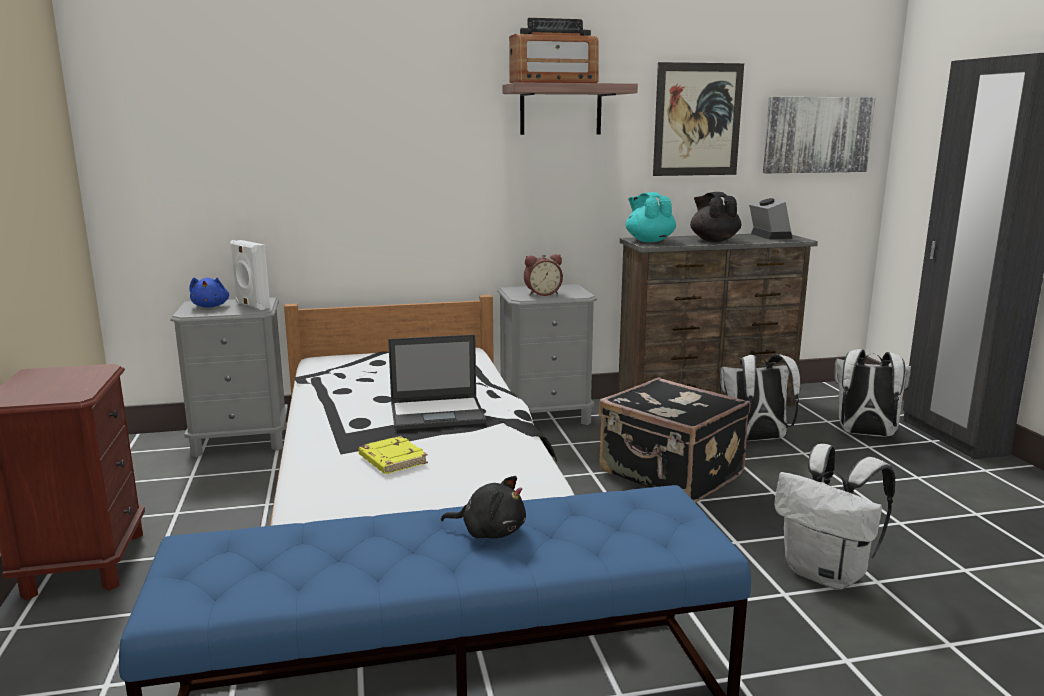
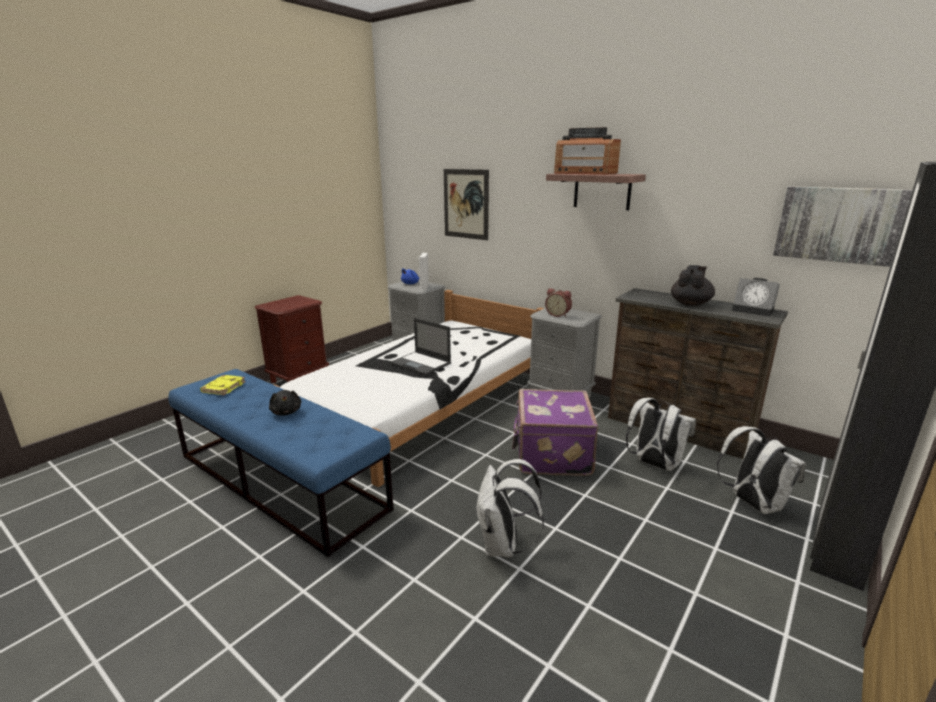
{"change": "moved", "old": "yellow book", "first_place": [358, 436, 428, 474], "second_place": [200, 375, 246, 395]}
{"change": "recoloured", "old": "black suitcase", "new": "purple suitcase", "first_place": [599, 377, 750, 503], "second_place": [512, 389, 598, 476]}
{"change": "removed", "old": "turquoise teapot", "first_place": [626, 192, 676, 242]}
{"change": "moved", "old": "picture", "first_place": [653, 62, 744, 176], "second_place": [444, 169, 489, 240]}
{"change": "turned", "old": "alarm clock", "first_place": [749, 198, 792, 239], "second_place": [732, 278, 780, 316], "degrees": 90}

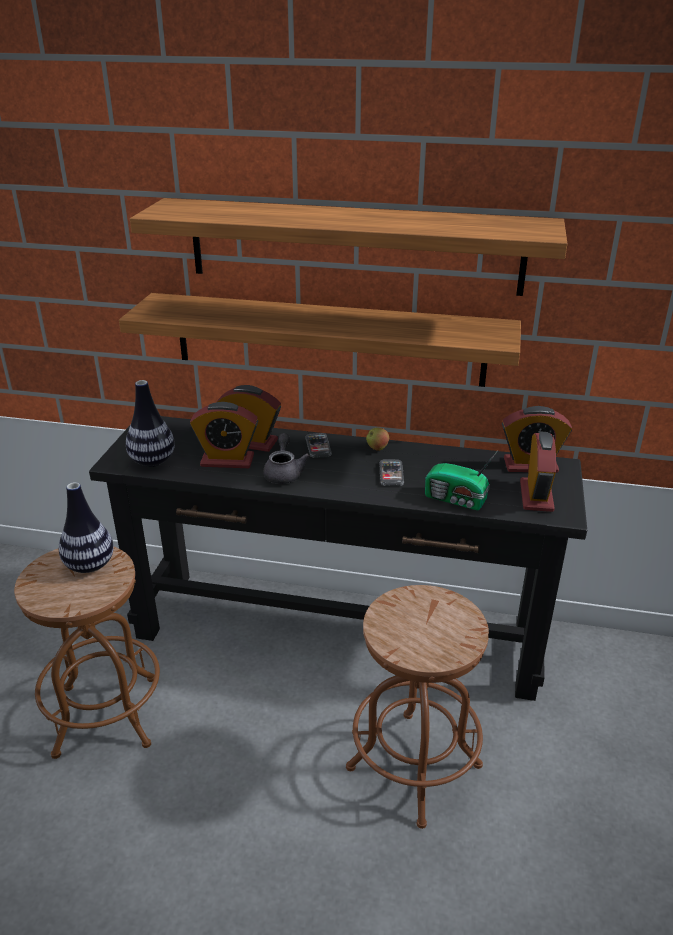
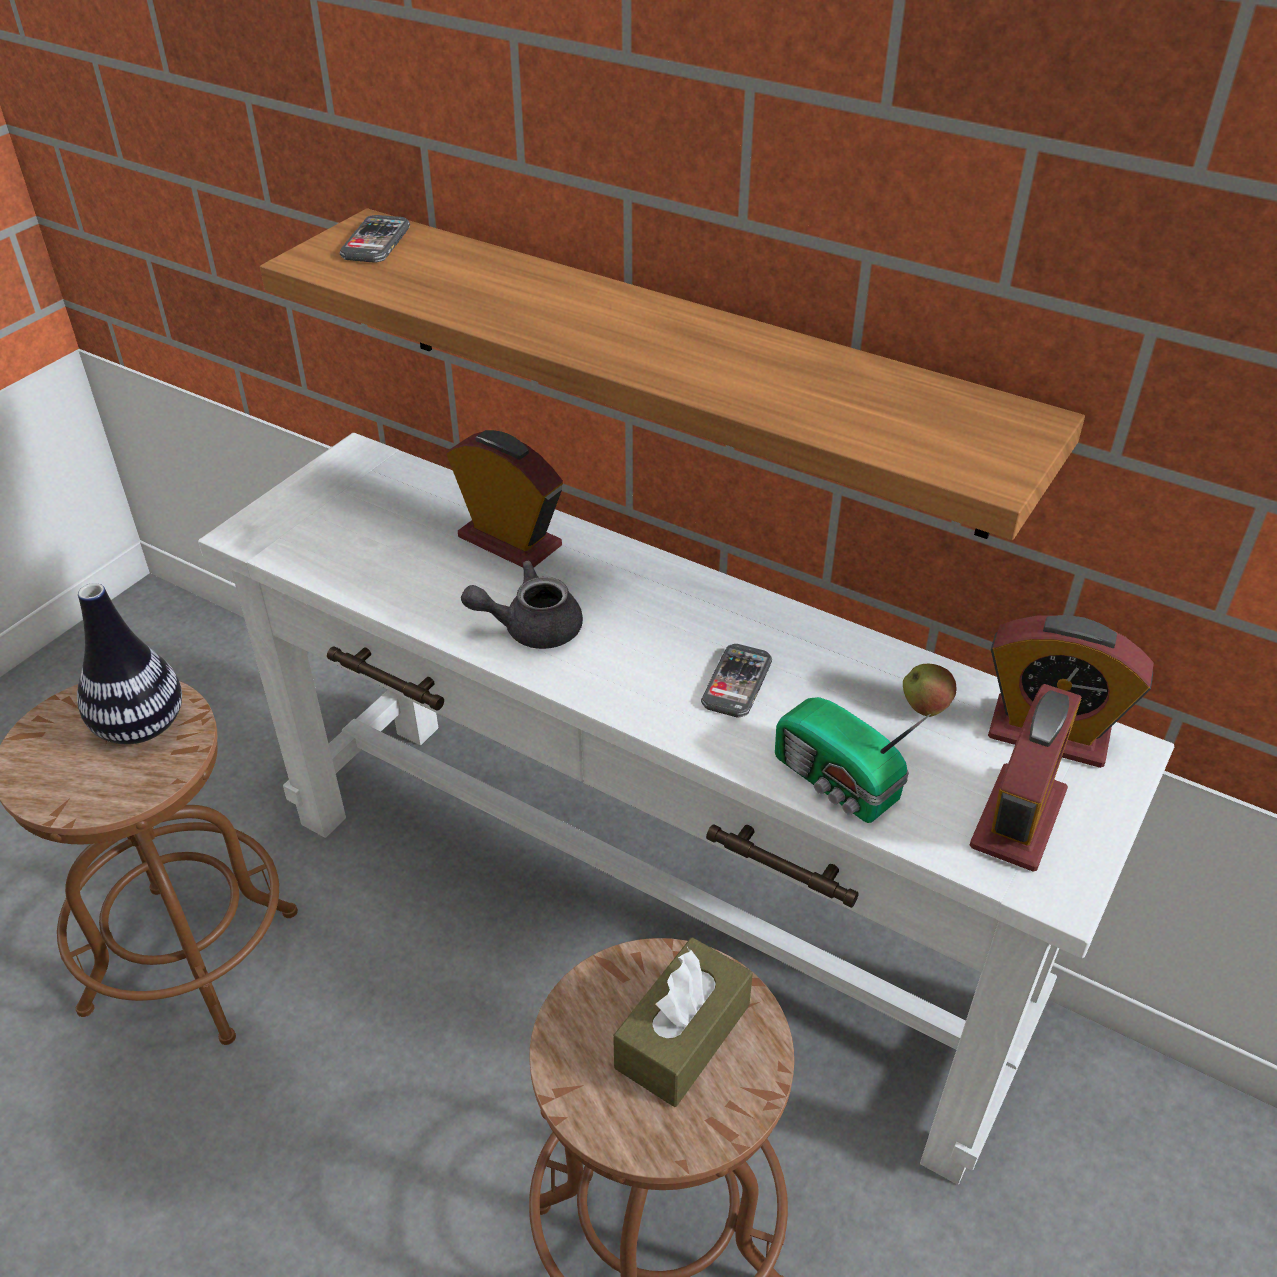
{"change": "recoloured", "old": "black console table", "new": "white console table", "first_place": [89, 416, 588, 701], "second_place": [198, 433, 1174, 1185]}
{"change": "removed", "old": "vase", "first_place": [126, 380, 175, 467]}
{"change": "removed", "old": "shelf", "first_place": [130, 198, 567, 296]}
{"change": "removed", "old": "alarm clock", "first_place": [190, 402, 258, 468]}
{"change": "turned", "old": "grey teapot", "first_place": [263, 433, 310, 484], "second_place": [461, 560, 583, 649], "degrees": -120}
{"change": "moved", "old": "phone", "first_place": [305, 433, 332, 458], "second_place": [340, 215, 410, 263]}
{"change": "moved", "old": "apple", "first_place": [366, 428, 389, 451], "second_place": [903, 664, 957, 717]}
{"change": "added", "new": "brown tissue box", "second_place": [613, 937, 753, 1107]}

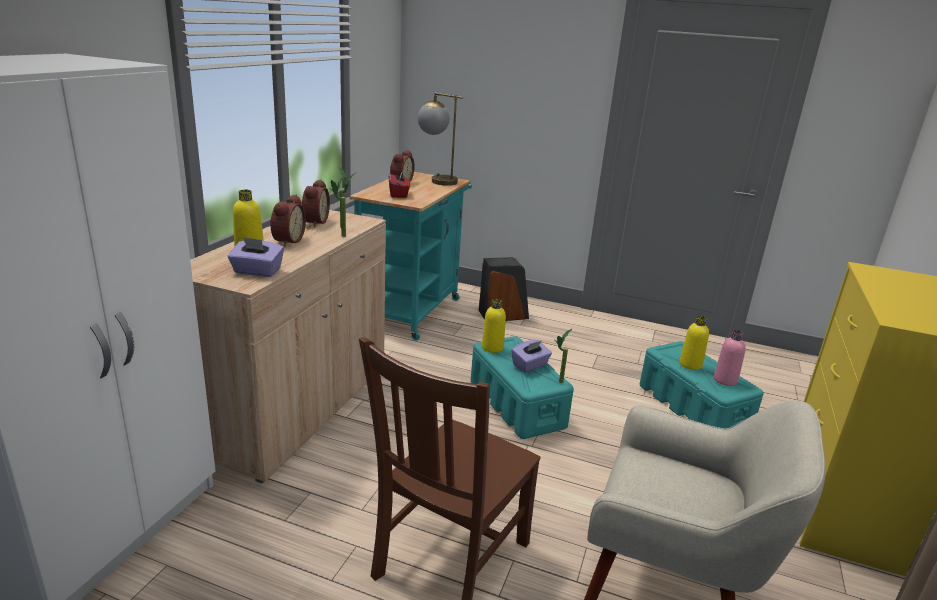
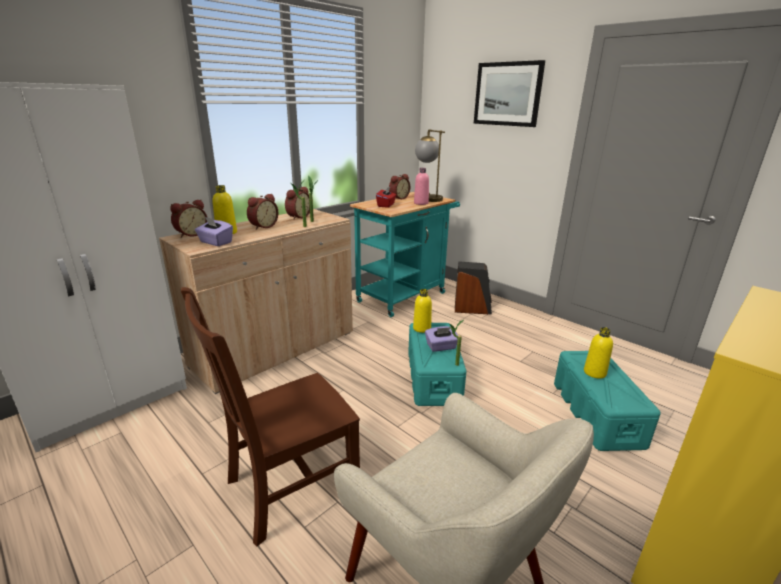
{"change": "moved", "old": "pink bottle", "first_place": [714, 330, 746, 386], "second_place": [414, 168, 429, 205]}
{"change": "added", "new": "alarm clock", "second_place": [170, 200, 207, 238]}
{"change": "added", "new": "picture", "second_place": [474, 60, 545, 127]}

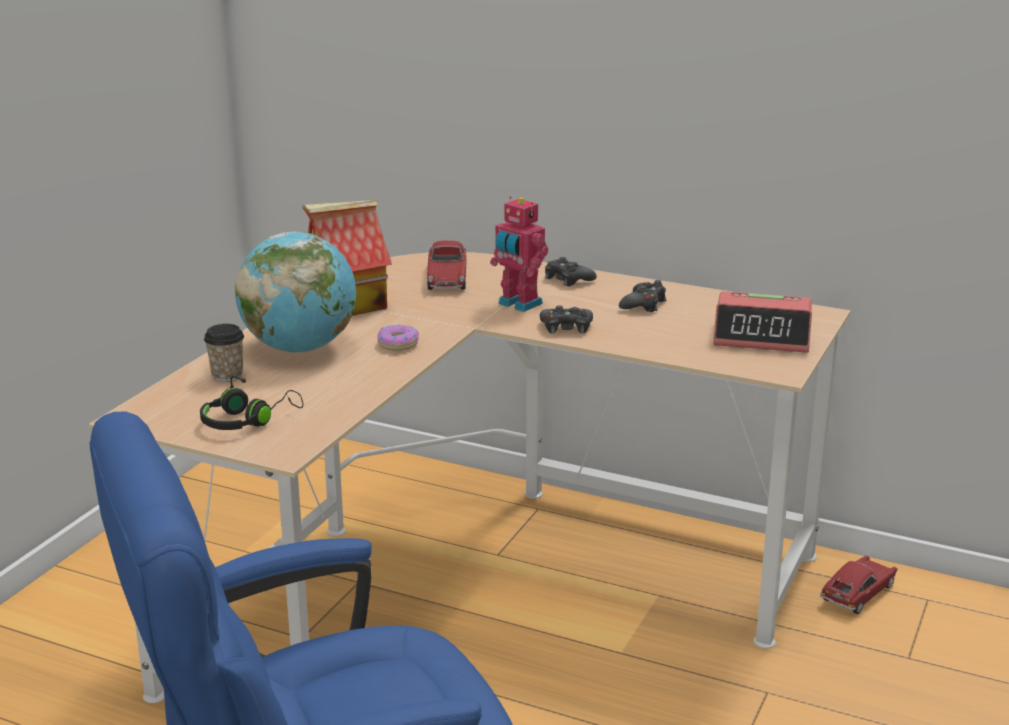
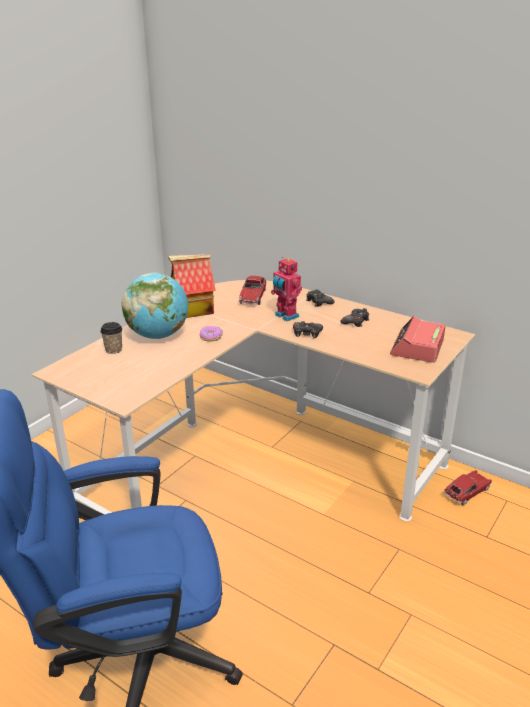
{"change": "removed", "old": "black headphones", "first_place": [200, 376, 303, 430]}
{"change": "turned", "old": "alarm clock", "first_place": [713, 291, 812, 353], "second_place": [390, 316, 445, 363], "degrees": 90}

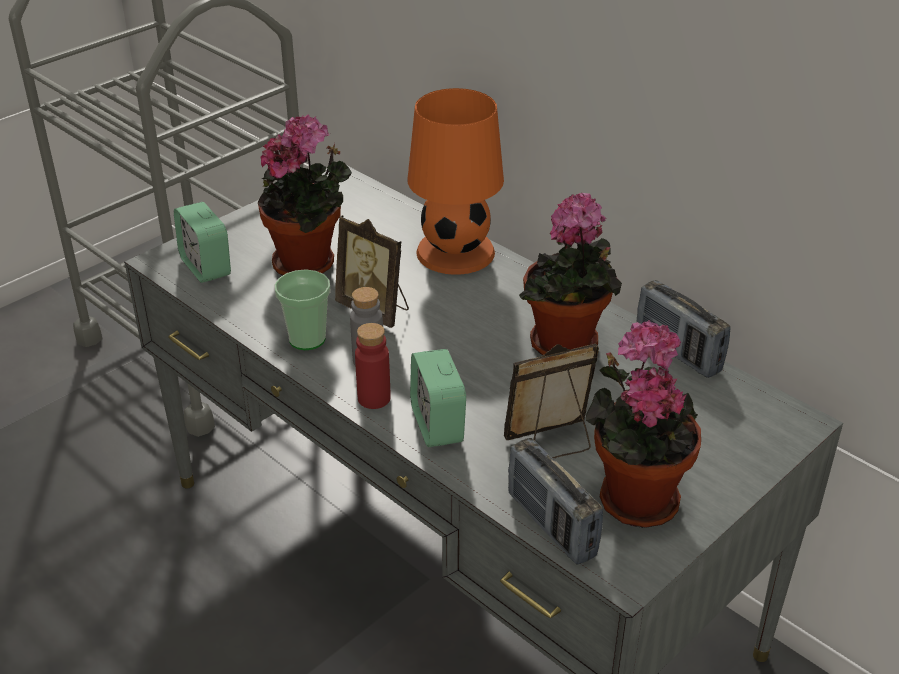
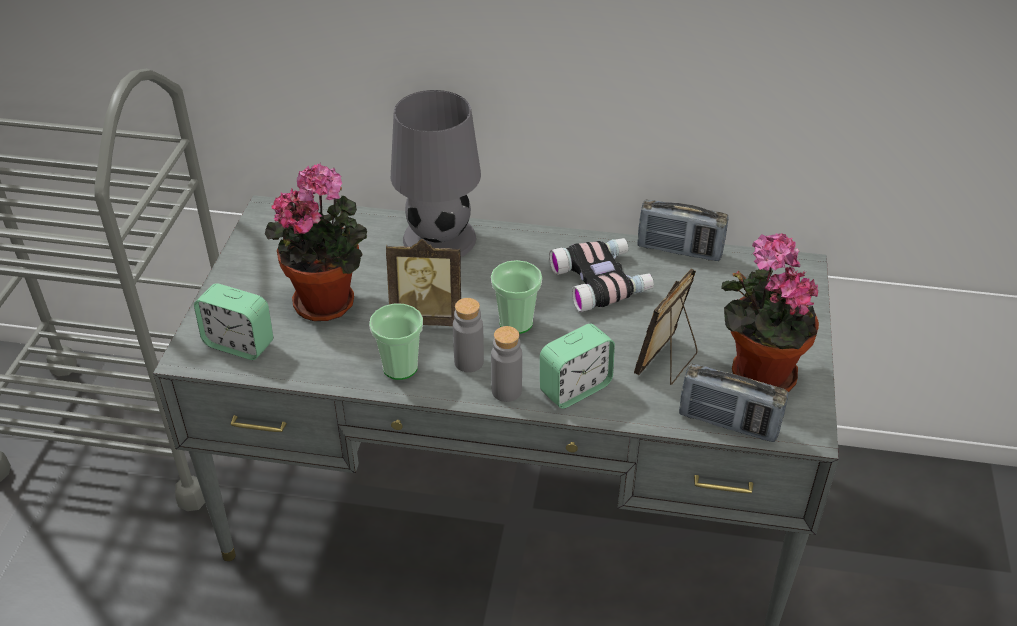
{"change": "recoloured", "old": "red bottle", "new": "grey bottle", "first_place": [355, 323, 391, 409], "second_place": [491, 326, 522, 402]}
{"change": "recoloured", "old": "orange table lamp", "new": "grey table lamp", "first_place": [408, 88, 504, 275], "second_place": [391, 90, 481, 257]}
{"change": "turned", "old": "alarm clock", "first_place": [410, 349, 466, 447], "second_place": [540, 324, 615, 409], "degrees": -75}
{"change": "replaced", "old": "potted plant", "new": "binoculars", "first_place": [519, 193, 622, 355], "second_place": [549, 238, 654, 312]}
{"change": "added", "new": "cup", "second_place": [491, 260, 542, 334]}

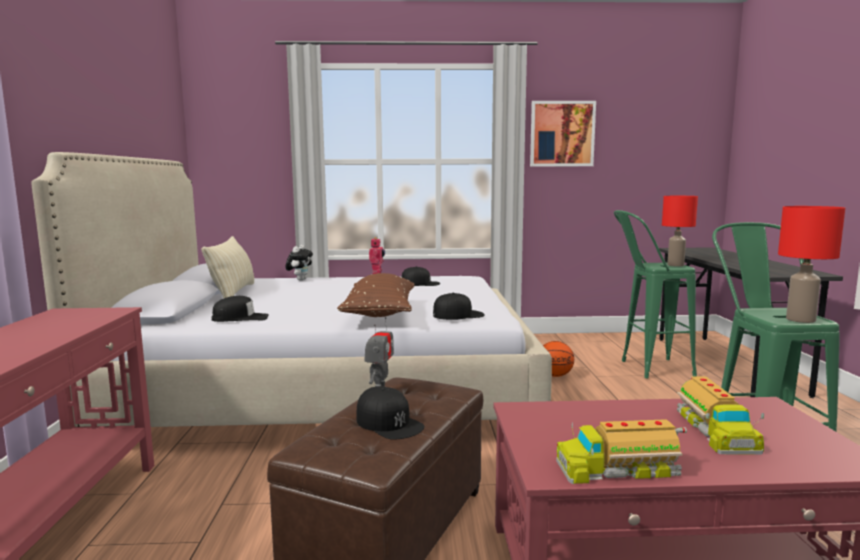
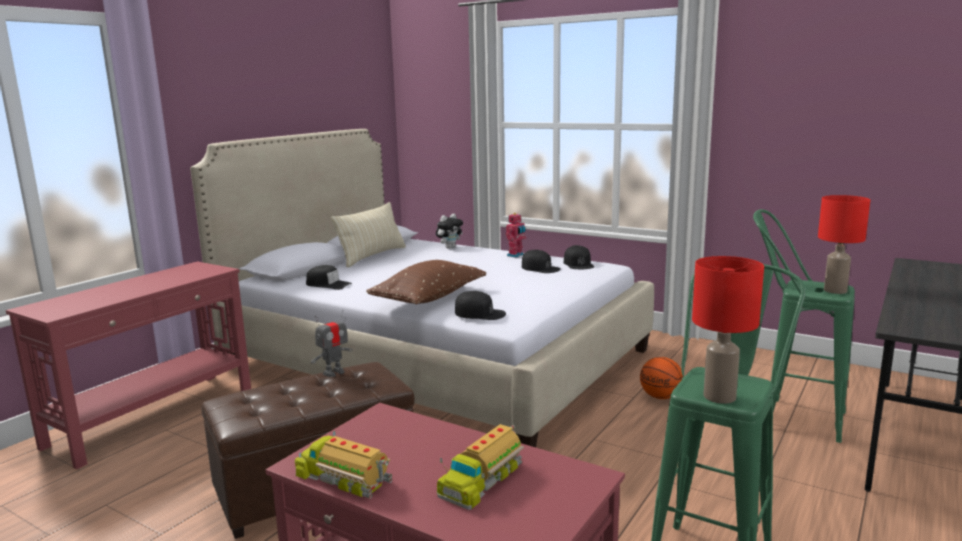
{"change": "moved", "old": "black cap", "first_place": [356, 387, 425, 440], "second_place": [564, 245, 594, 269]}
{"change": "removed", "old": "picture", "first_place": [530, 101, 596, 167]}

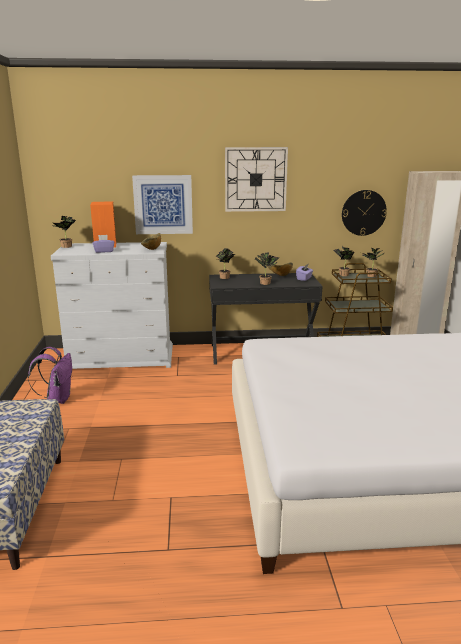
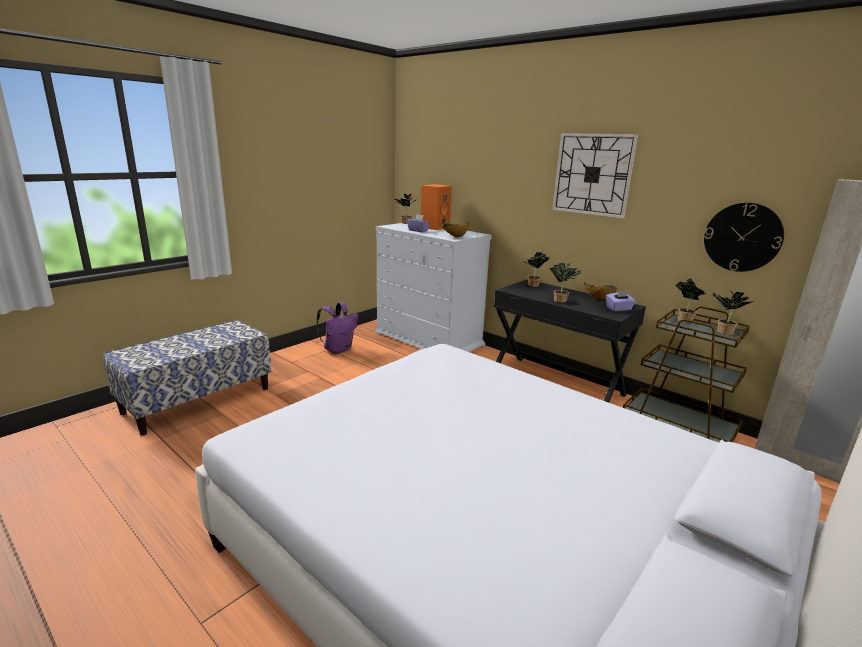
{"change": "removed", "old": "picture", "first_place": [132, 175, 193, 234]}

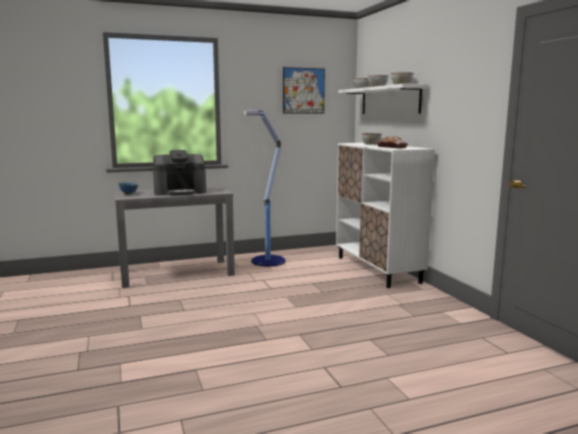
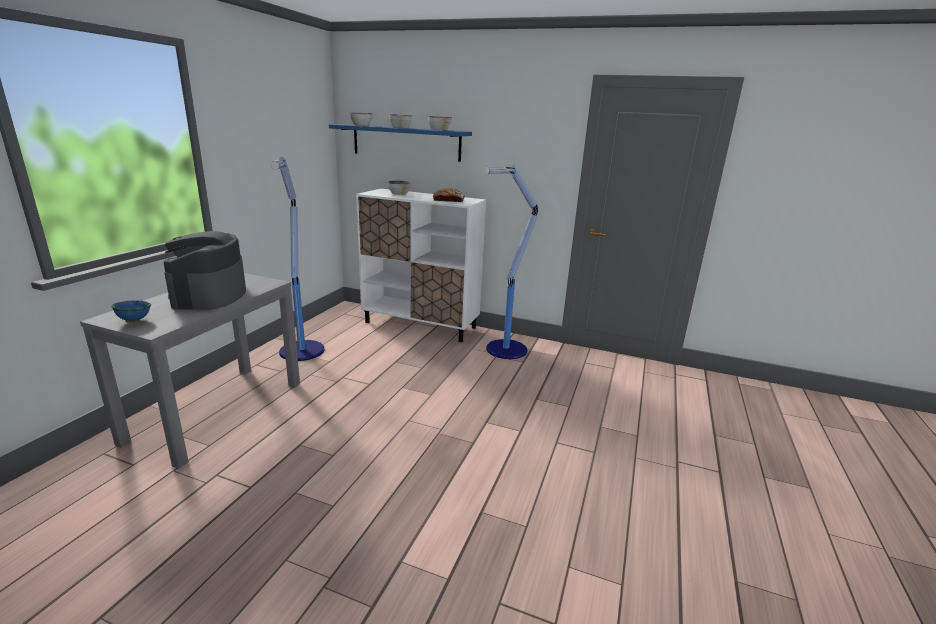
{"change": "turned", "old": "coffee machine", "first_place": [153, 150, 206, 196], "second_place": [164, 231, 246, 310], "degrees": 150}
{"change": "removed", "old": "picture", "first_place": [283, 67, 325, 113]}
{"change": "recoloured", "old": "white shelf", "new": "blue shelf", "first_place": [339, 84, 428, 114], "second_place": [329, 124, 472, 162]}
{"change": "added", "new": "floor lamp", "second_place": [486, 165, 538, 359]}

